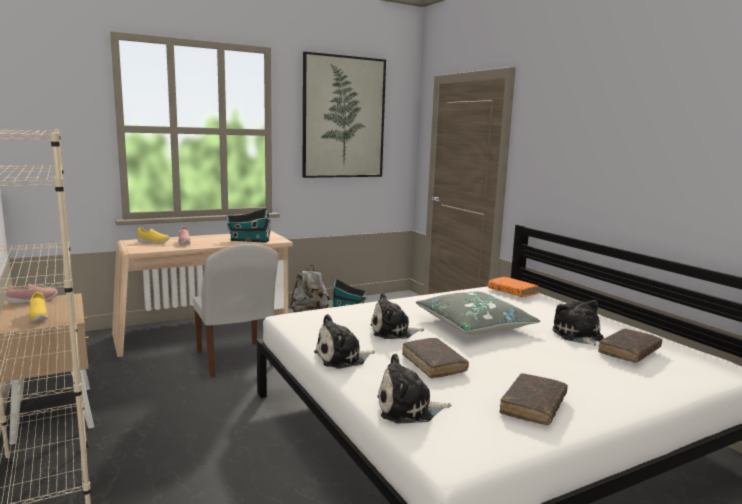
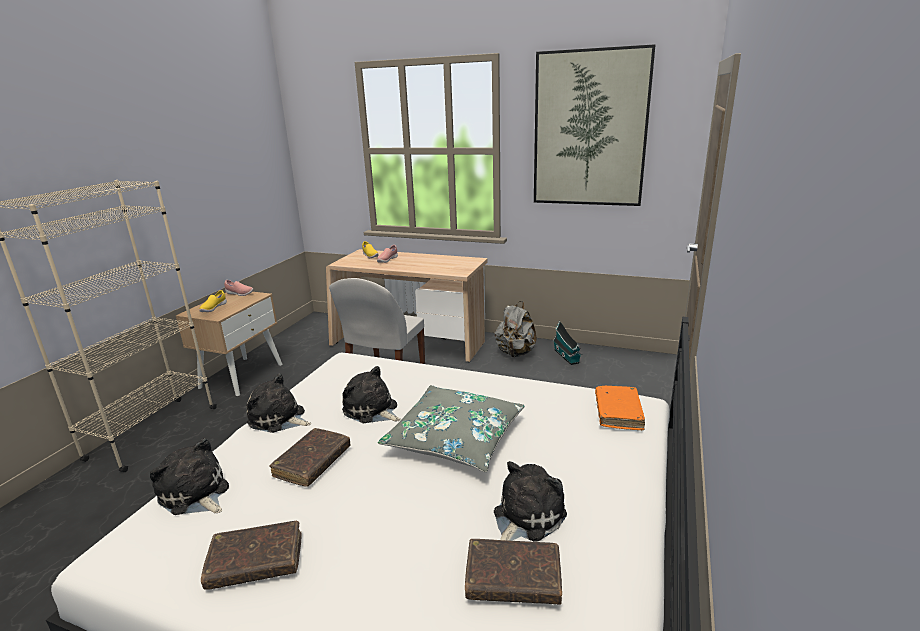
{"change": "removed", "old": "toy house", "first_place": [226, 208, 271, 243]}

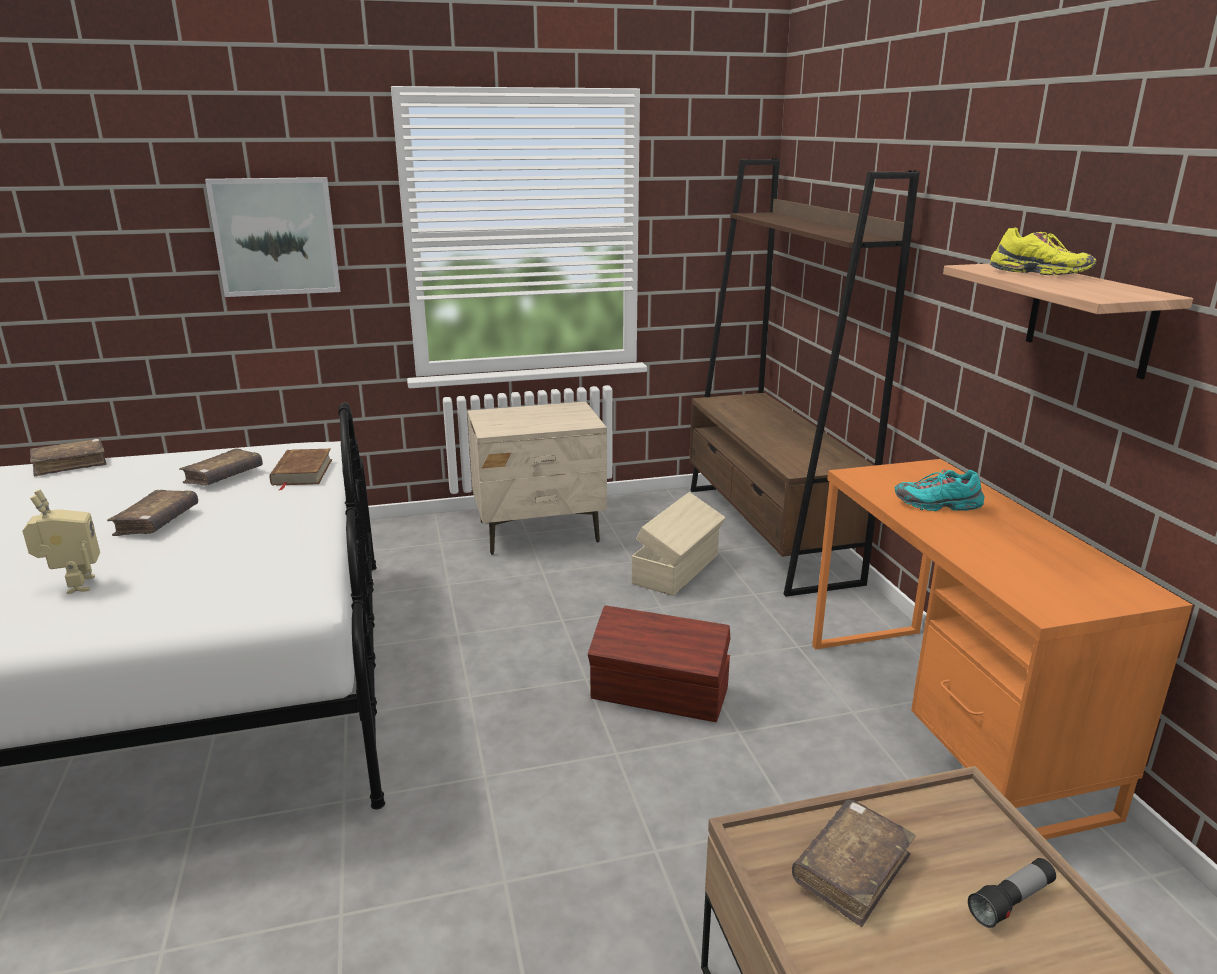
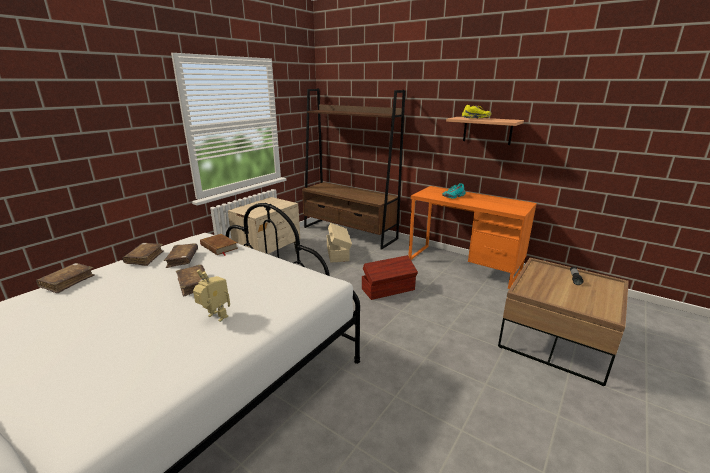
{"change": "removed", "old": "picture", "first_place": [205, 177, 341, 297]}
{"change": "moved", "old": "brown book", "first_place": [792, 800, 916, 927], "second_place": [122, 243, 164, 266]}

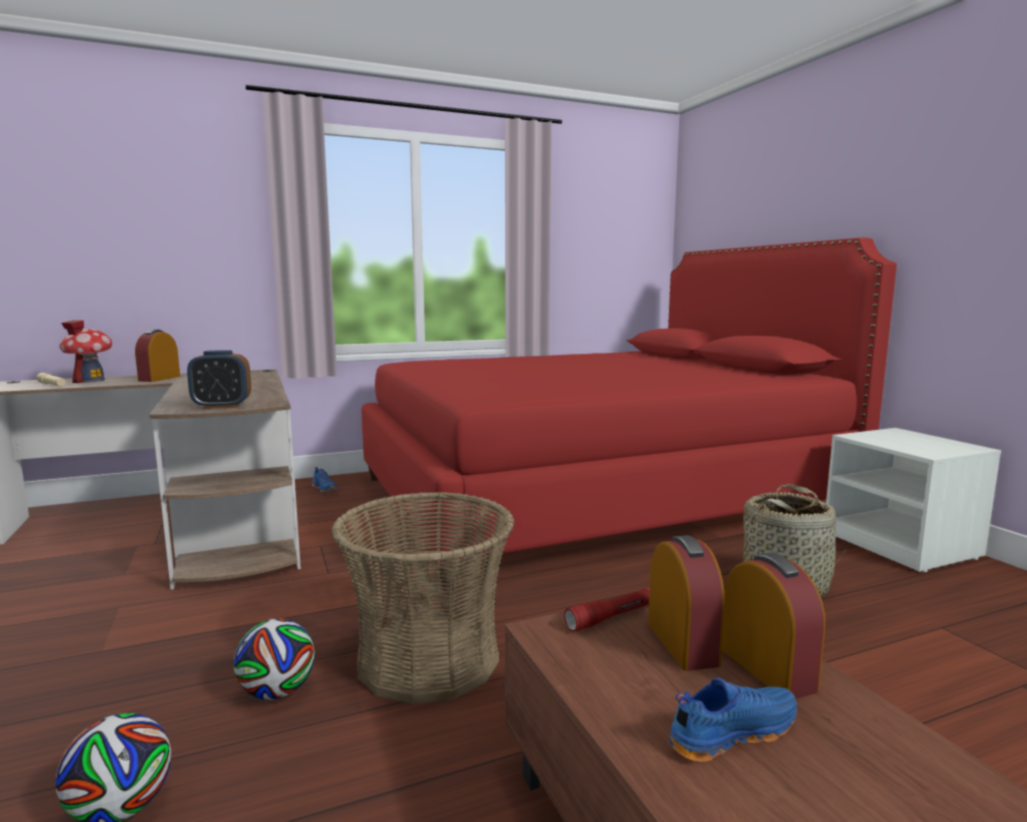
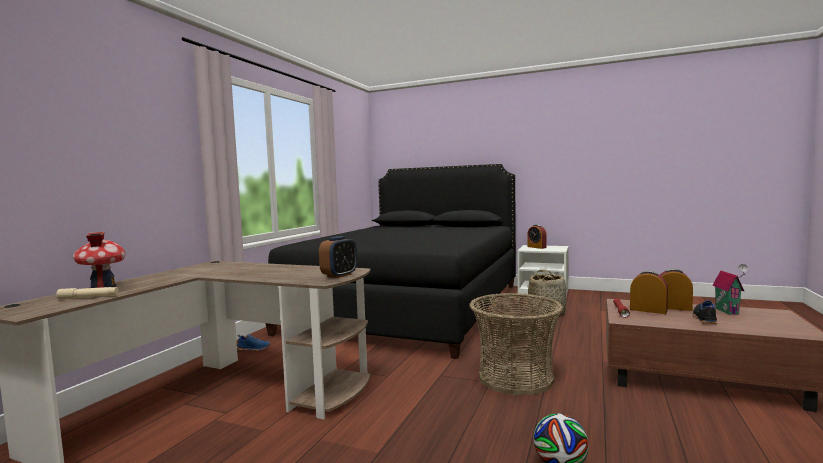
{"change": "moved", "old": "alarm clock", "first_place": [135, 329, 180, 382], "second_place": [527, 225, 547, 249]}
{"change": "removed", "old": "football", "first_place": [234, 619, 315, 700]}
{"change": "recoloured", "old": "red bed", "new": "black bed", "first_place": [361, 238, 897, 591], "second_place": [265, 164, 516, 359]}
{"change": "recoloured", "old": "blue shoe", "new": "black shoe", "first_place": [668, 678, 797, 763], "second_place": [693, 300, 718, 324]}
{"change": "added", "new": "toy house", "second_place": [712, 264, 748, 315]}

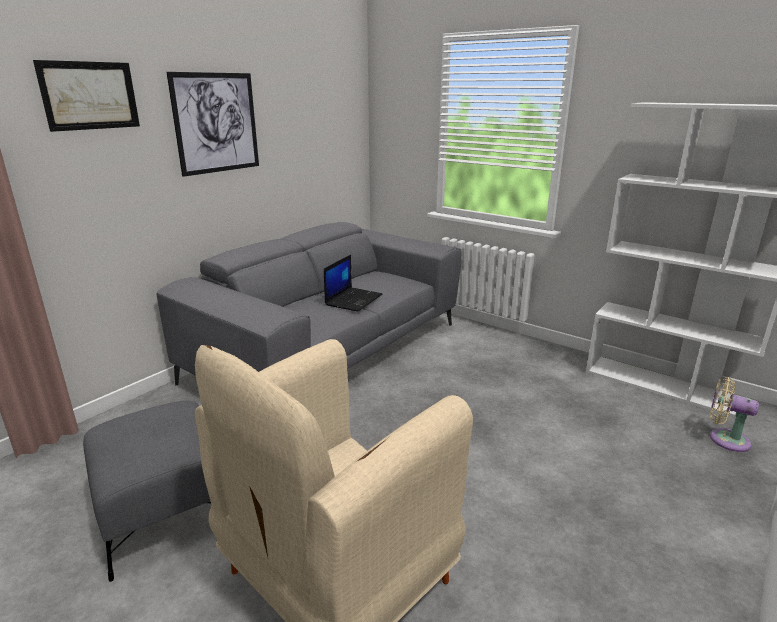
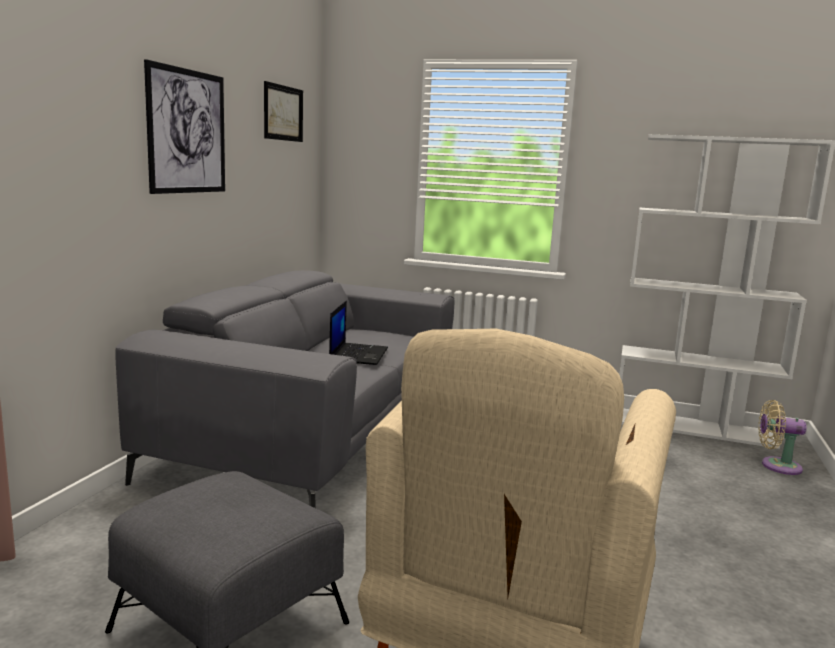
{"change": "moved", "old": "picture", "first_place": [33, 60, 140, 132], "second_place": [264, 81, 303, 142]}

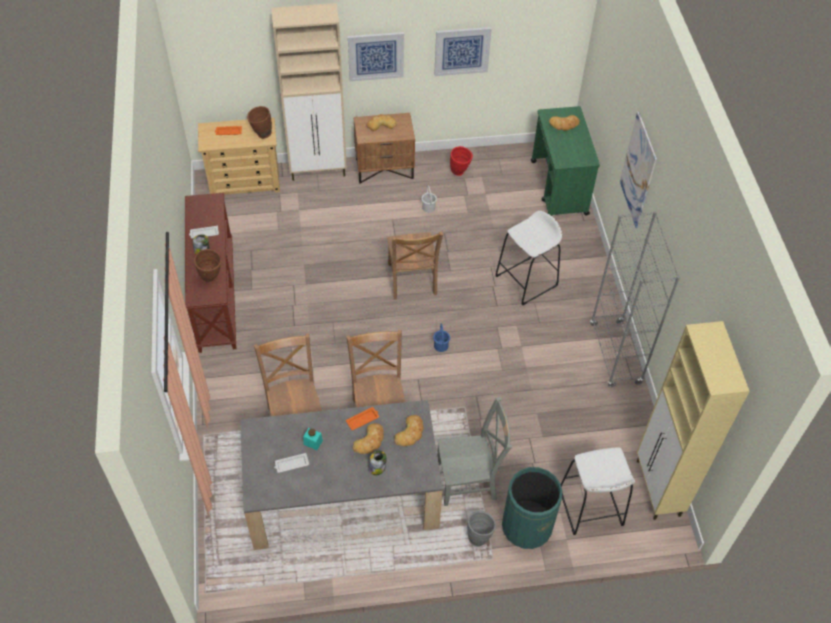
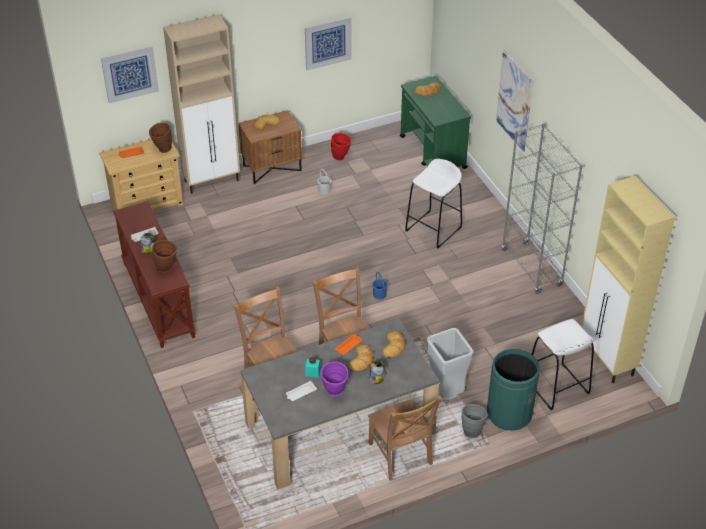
{"change": "moved", "old": "picture", "first_place": [348, 32, 404, 81], "second_place": [101, 47, 159, 103]}
{"change": "moved", "old": "brown chair", "first_place": [387, 231, 444, 300], "second_place": [368, 396, 442, 480]}
{"change": "replaced", "old": "grey chair", "new": "grey trash can", "first_place": [437, 397, 512, 506], "second_place": [427, 328, 473, 398]}
{"change": "added", "new": "purple vase", "second_place": [321, 362, 348, 396]}

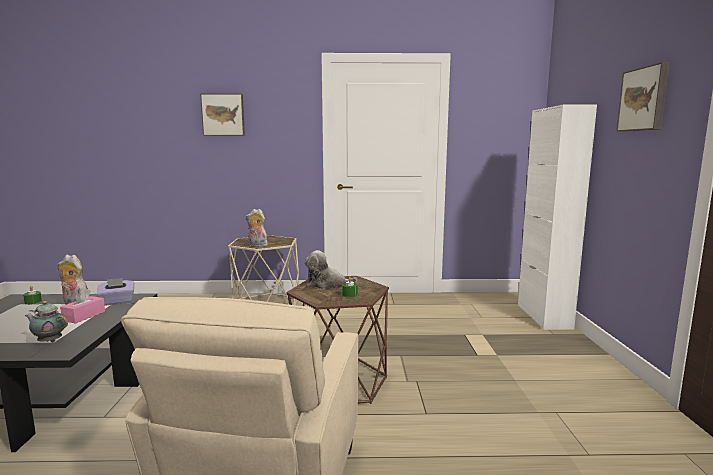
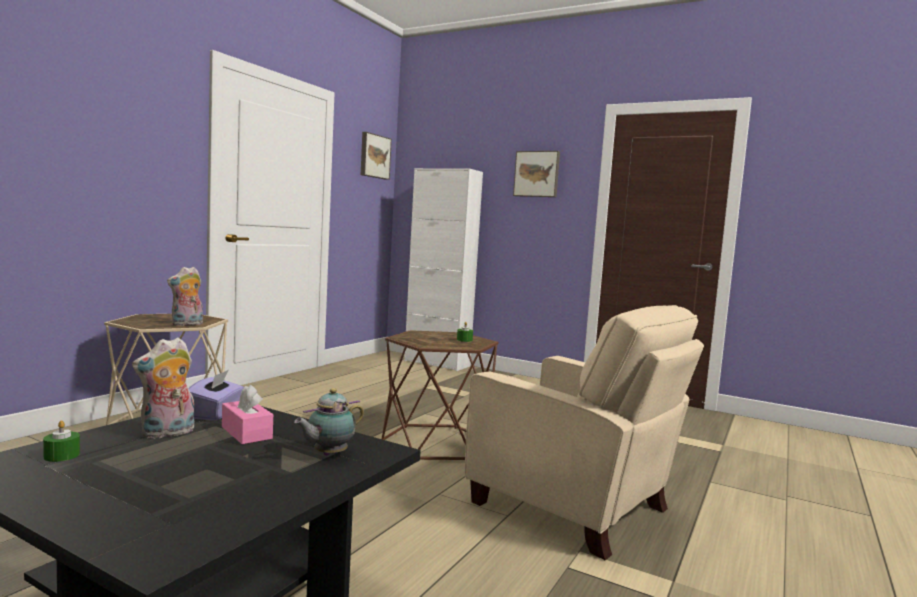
{"change": "moved", "old": "picture", "first_place": [200, 93, 245, 136], "second_place": [361, 132, 392, 180]}
{"change": "removed", "old": "plush toy", "first_place": [305, 250, 357, 289]}

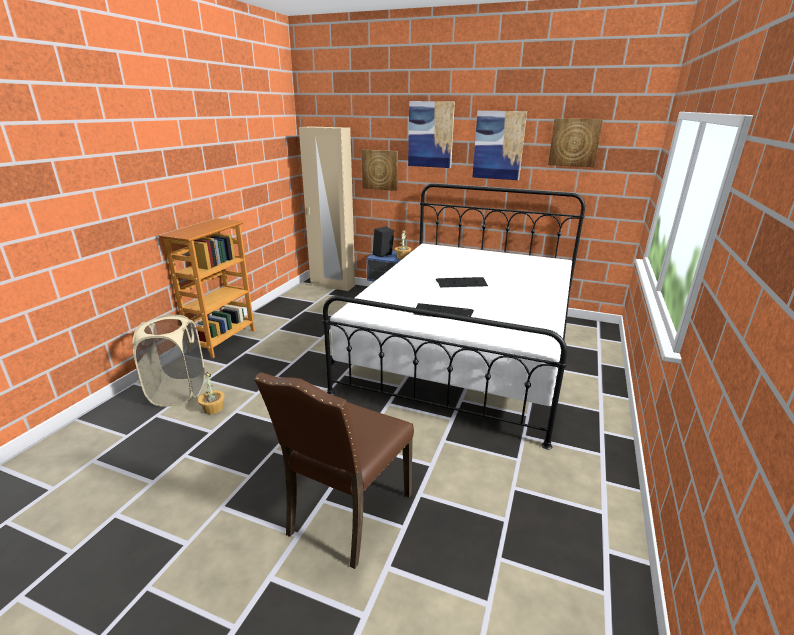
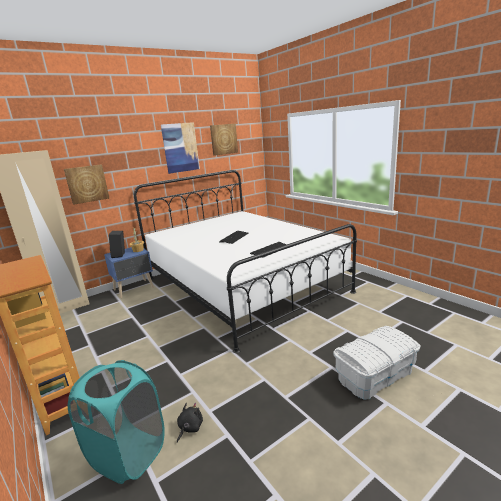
{"change": "recoloured", "old": "beige laundry basket", "new": "turquoise laundry basket", "first_place": [133, 314, 205, 407], "second_place": [68, 360, 165, 484]}
{"change": "replaced", "old": "potted plant", "new": "black plush toy", "first_place": [198, 372, 225, 414], "second_place": [177, 403, 203, 443]}
{"change": "replaced", "old": "brown chair", "new": "white storage box", "first_place": [254, 372, 414, 569], "second_place": [333, 326, 421, 400]}
{"change": "removed", "old": "picture", "first_place": [408, 101, 455, 168]}

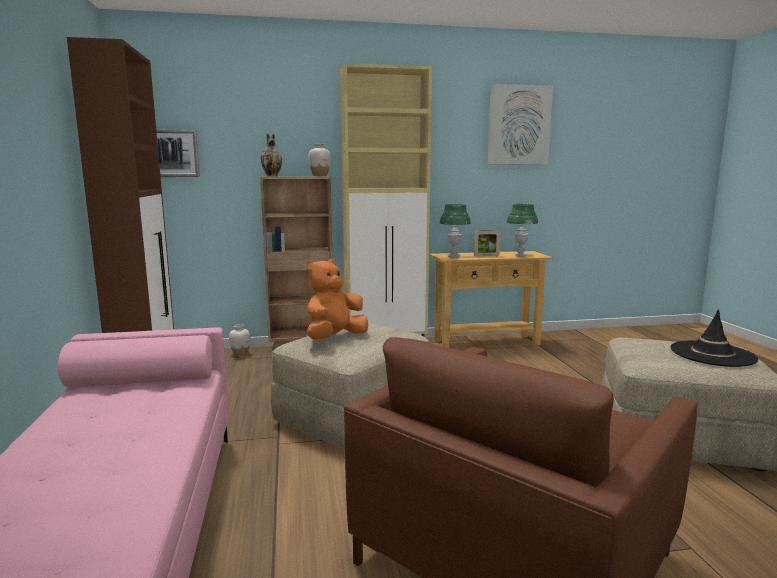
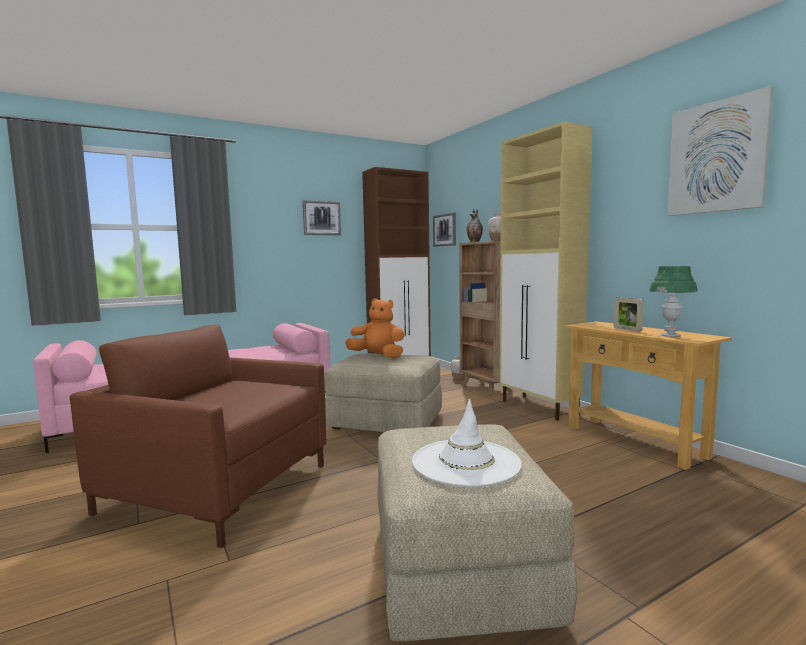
{"change": "removed", "old": "green table lamp", "first_place": [440, 204, 471, 257]}
{"change": "recoloured", "old": "black hat", "new": "white hat", "first_place": [670, 309, 758, 367], "second_place": [412, 399, 522, 487]}
{"change": "added", "new": "picture", "second_place": [303, 200, 341, 235]}

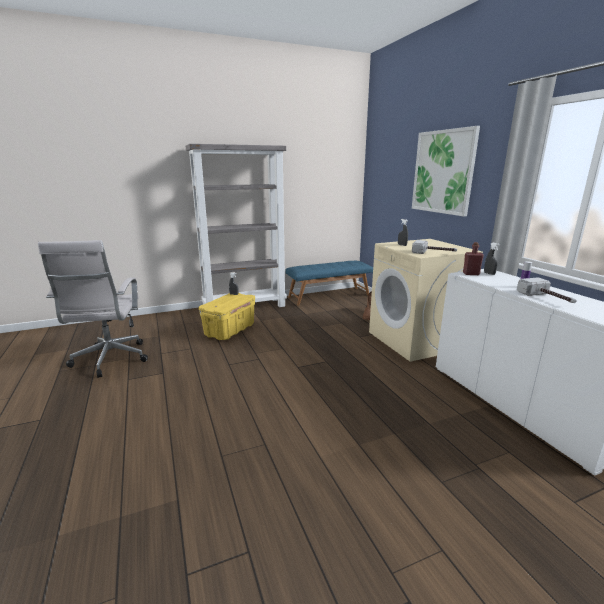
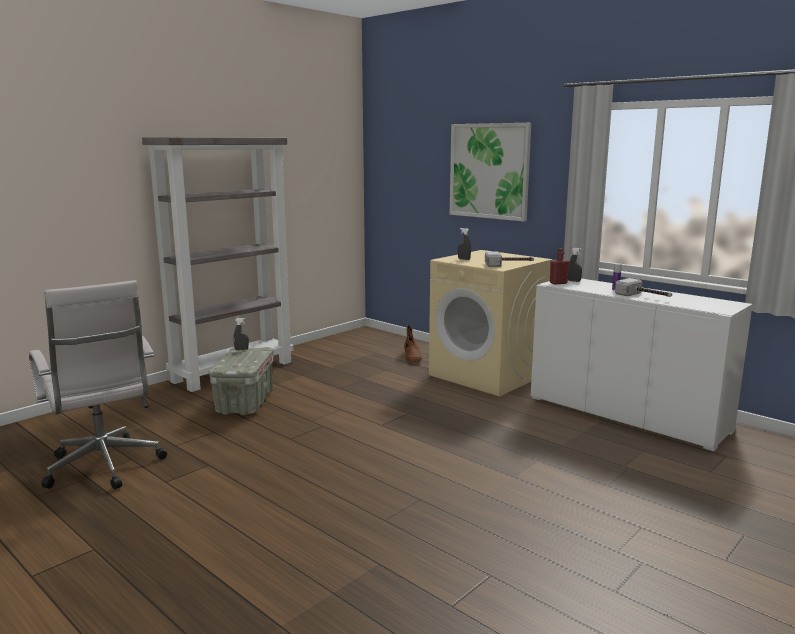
{"change": "recoloured", "old": "yellow storage box", "new": "grey storage box", "first_place": [199, 293, 255, 340], "second_place": [209, 347, 274, 415]}
{"change": "removed", "old": "blue bench", "first_place": [285, 261, 373, 306]}

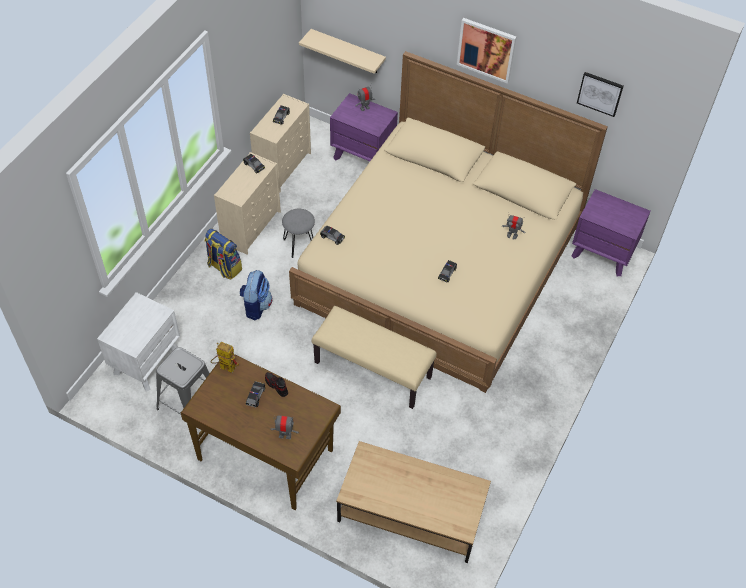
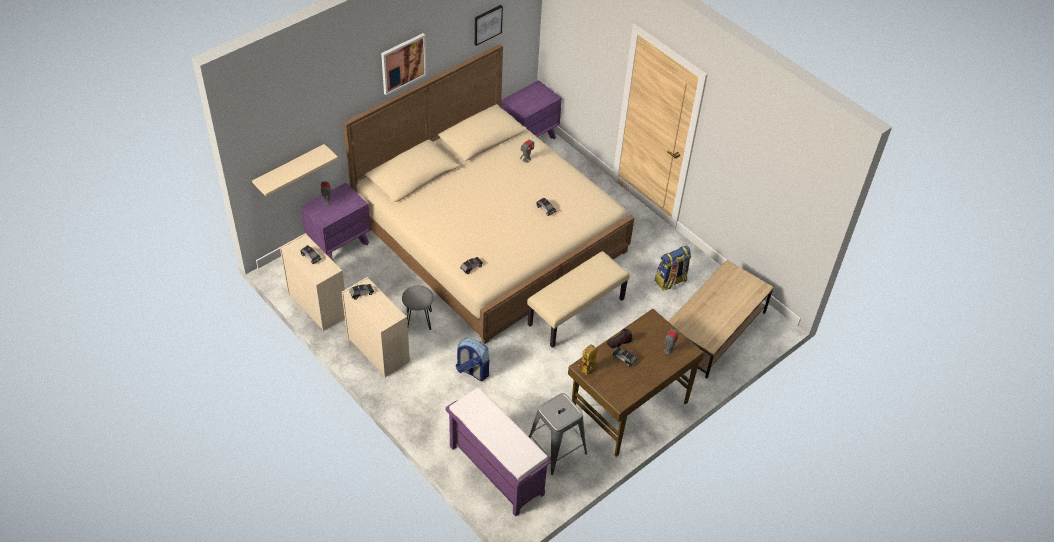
{"change": "replaced", "old": "white nightstand", "new": "purple bench", "first_place": [97, 292, 180, 391], "second_place": [445, 387, 552, 516]}
{"change": "moved", "old": "backpack", "first_place": [205, 228, 242, 280], "second_place": [655, 246, 691, 291]}

